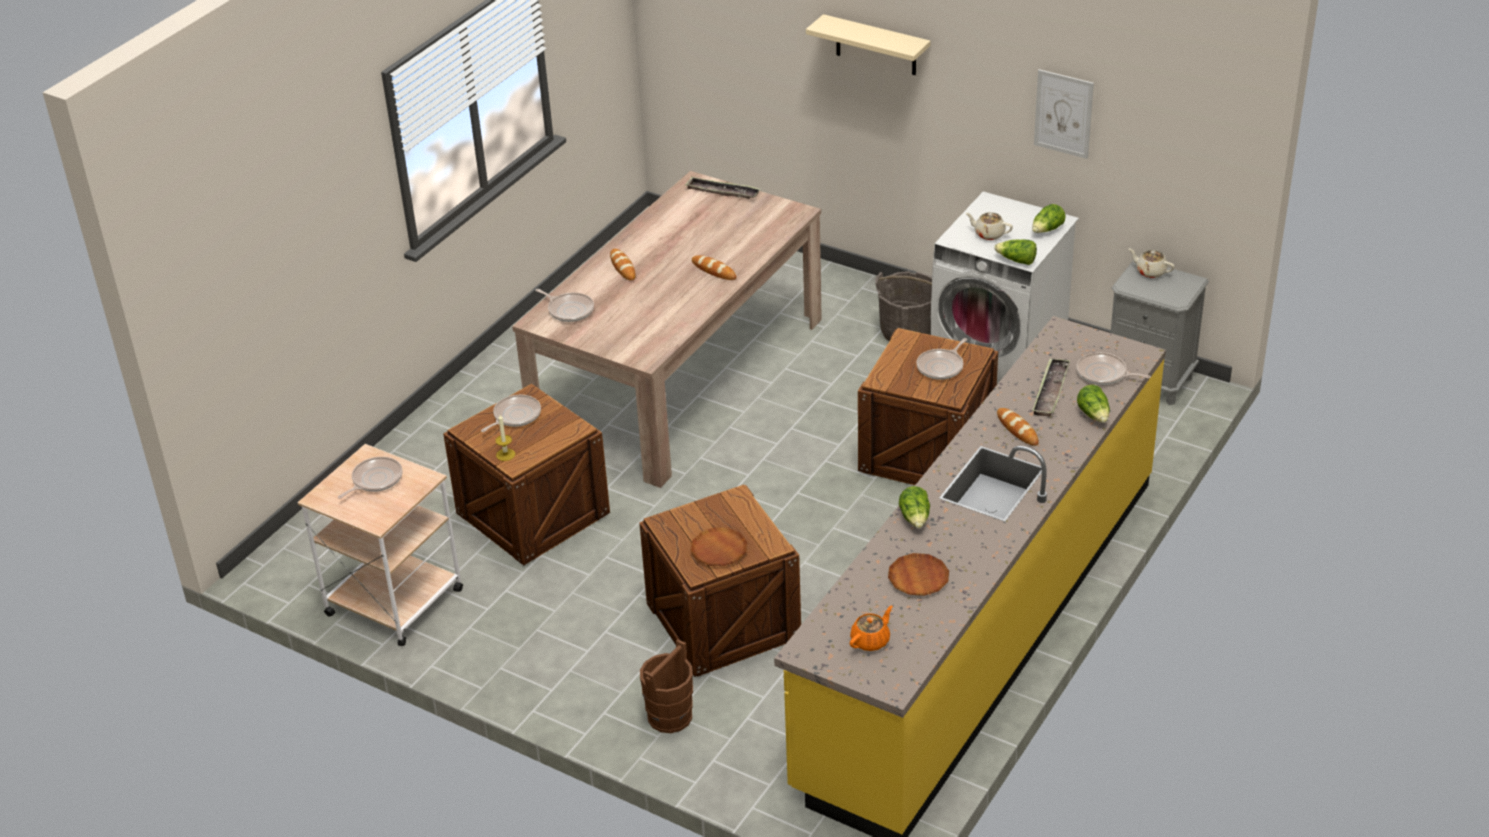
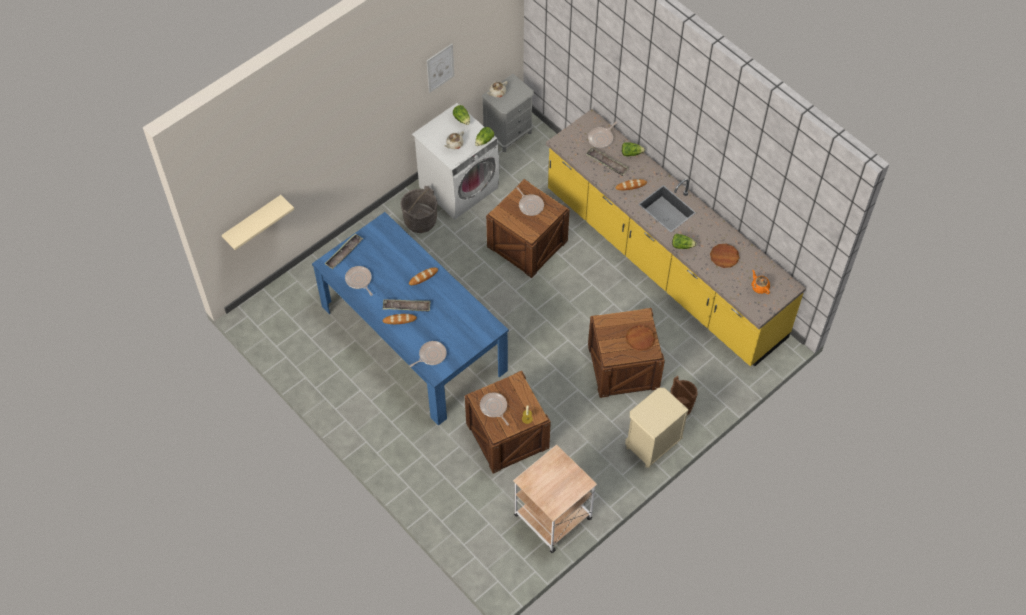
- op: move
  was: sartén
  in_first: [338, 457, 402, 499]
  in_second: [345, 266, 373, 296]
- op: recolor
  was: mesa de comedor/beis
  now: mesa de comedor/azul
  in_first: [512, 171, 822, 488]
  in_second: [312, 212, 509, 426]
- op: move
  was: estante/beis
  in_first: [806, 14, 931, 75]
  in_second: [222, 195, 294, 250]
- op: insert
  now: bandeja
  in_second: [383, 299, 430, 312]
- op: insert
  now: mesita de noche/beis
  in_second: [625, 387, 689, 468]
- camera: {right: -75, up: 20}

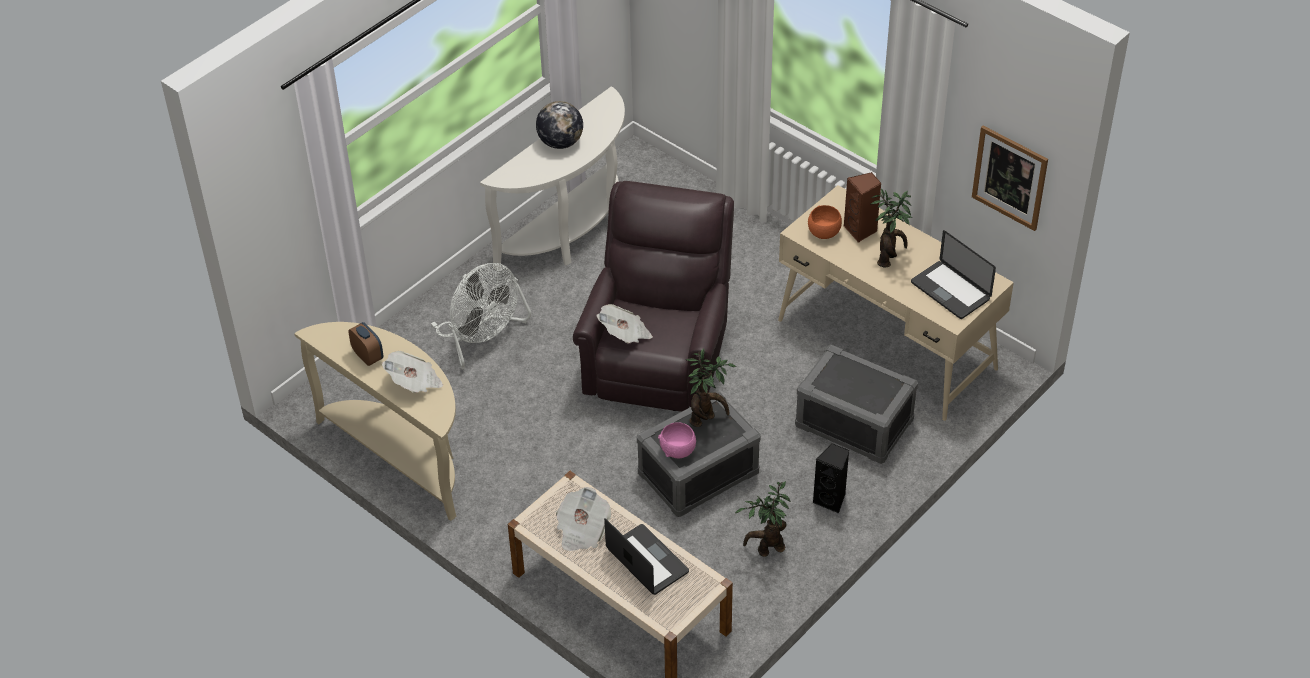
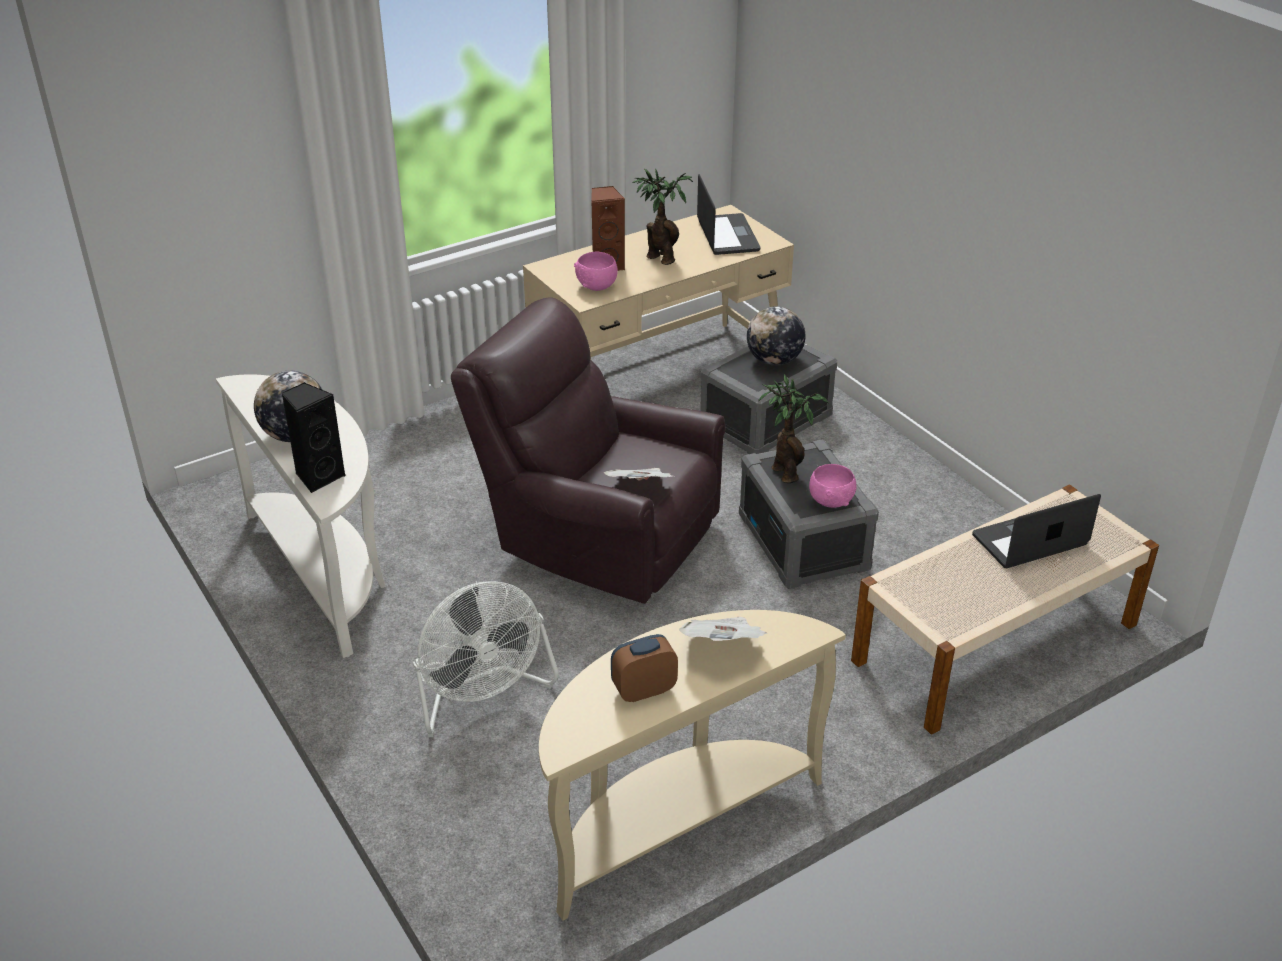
- op: rotate
  was: ventilador/blanco
  in_first: [431, 263, 531, 369]
  in_second: [413, 581, 559, 737]
  clockwise: 90
- op: delete
  was: periódico
  in_first: [556, 487, 611, 551]
- op: delete
  was: planta en maceta
  in_first: [735, 481, 791, 557]
- op: recolor
  was: cuenco/naranja
  now: cuenco/rosa
  in_first: [808, 205, 842, 239]
  in_second: [574, 252, 618, 291]
- op: move
  was: altavoz/negro
  in_first: [813, 443, 849, 513]
  in_second: [282, 382, 345, 493]
- op: rotate
  was: portátil
  in_first: [911, 230, 996, 319]
  in_second: [697, 174, 760, 255]
  clockwise: -75
- op: delete
  was: cuadro
  in_first: [972, 126, 1048, 231]
- op: insert
  now: globo terráqueo
  in_second: [747, 306, 806, 366]
- camera: {right: -75, up: -10}

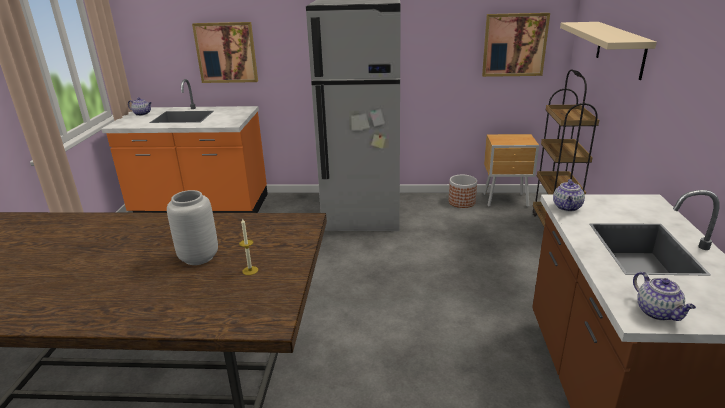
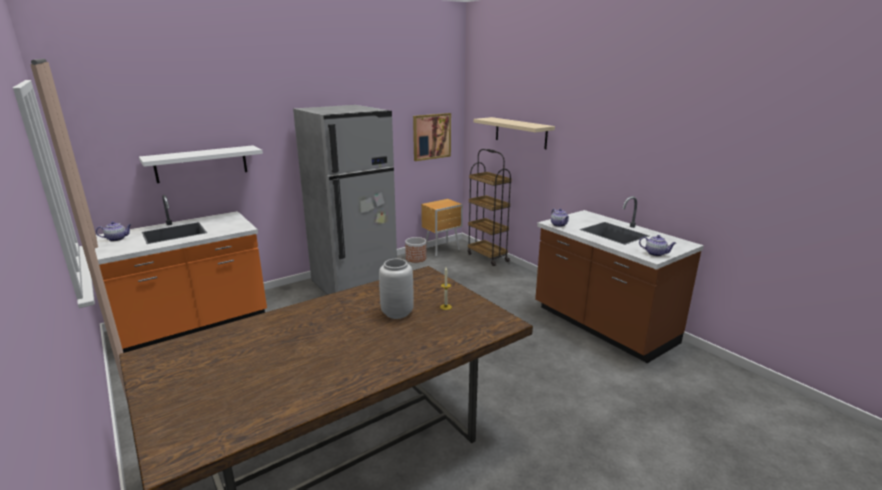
- op: replace
  was: cuadro
  now: estante/blanco
  in_first: [192, 22, 258, 83]
  in_second: [139, 145, 263, 183]
- camera: {right: -40, up: -5}

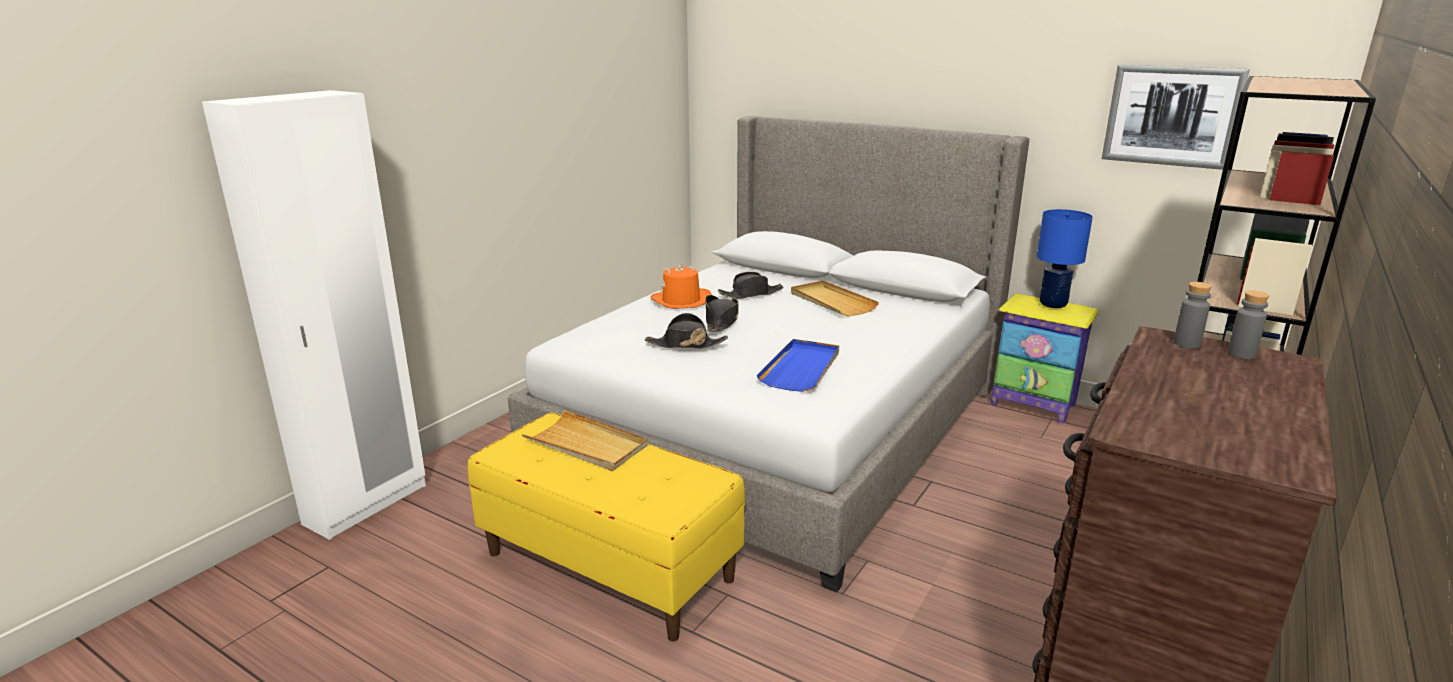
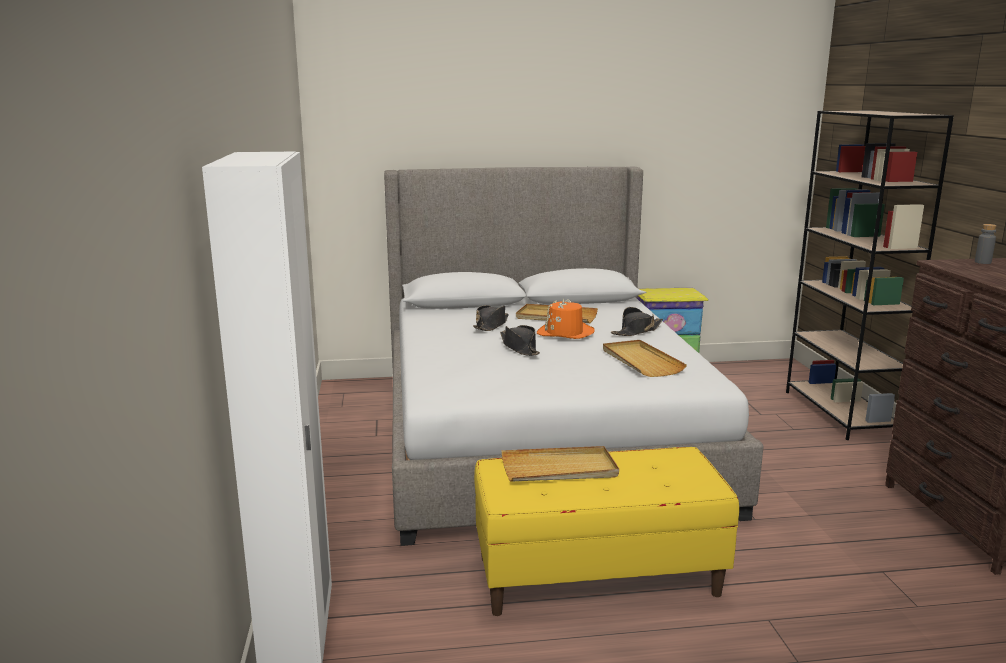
- op: move
  was: sombrero/negro
  in_first: [645, 313, 728, 349]
  in_second: [611, 307, 663, 336]
- op: move
  was: sombrero/naranja
  in_first: [650, 264, 712, 309]
  in_second: [537, 299, 595, 339]
- op: recolor
  was: bandeja/azul
  now: bandeja/beis
  in_first: [757, 339, 839, 392]
  in_second: [603, 340, 687, 377]
- op: delete
  was: lámpara de mesa/azul
  in_first: [1037, 209, 1093, 308]
- op: delete
  was: cuadro
  in_first: [1102, 65, 1250, 170]
- op: delete
  was: botella/gris
  in_first: [1174, 282, 1212, 348]
- camera: {right: -40, up: -5}

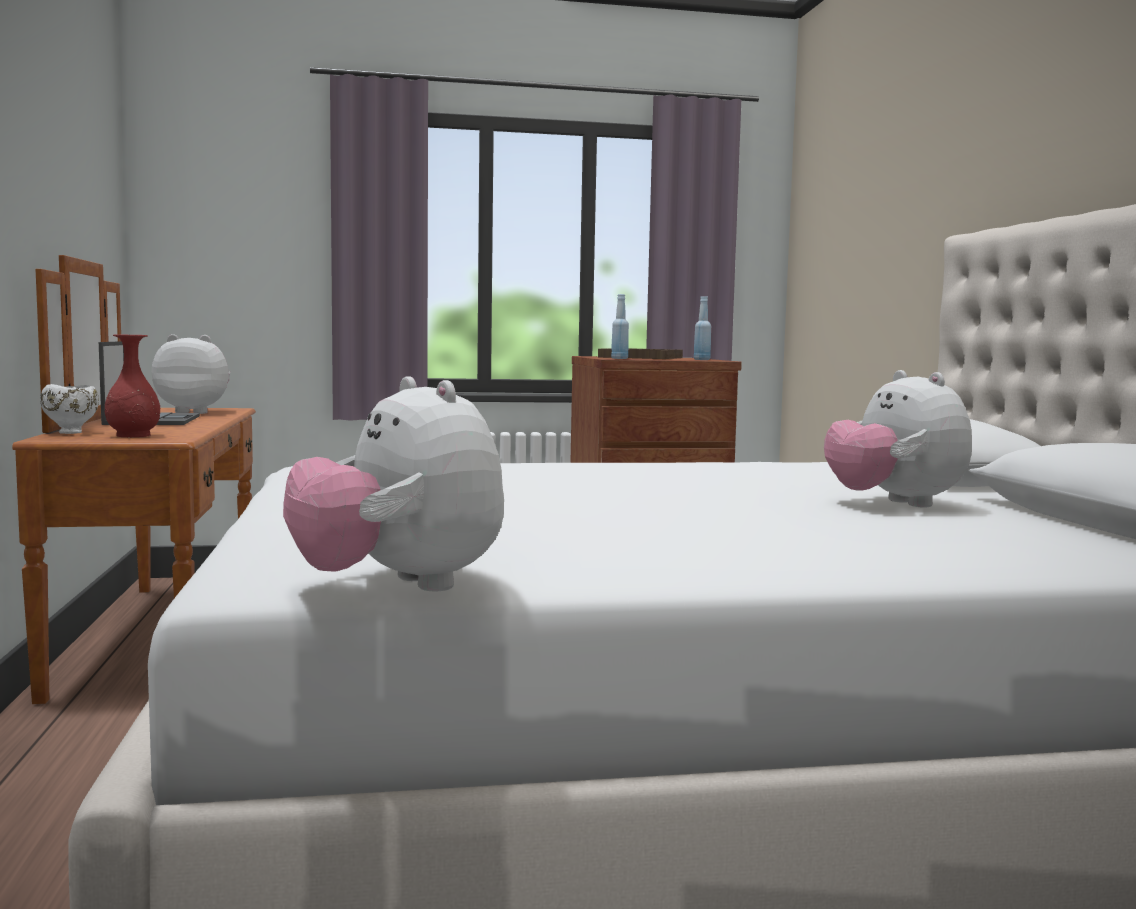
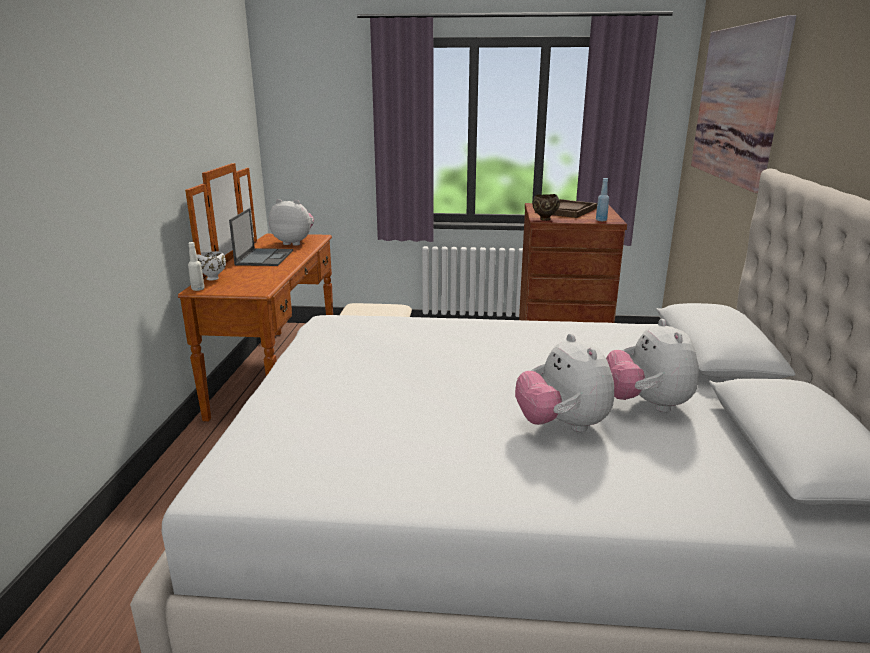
- op: delete
  was: florero/rojo
  in_first: [105, 334, 160, 437]
- op: move
  was: peluche
  in_first: [283, 376, 504, 591]
  in_second: [515, 334, 614, 432]
- op: replace
  was: botella/azul
  now: cuenco/marrón
  in_first: [611, 294, 629, 359]
  in_second: [533, 194, 560, 221]
- op: insert
  now: botella/blanco
  in_second: [188, 242, 205, 291]
- op: insert
  now: cuadro
  in_second: [691, 15, 796, 193]
- camera: {right: 15, up: 15}

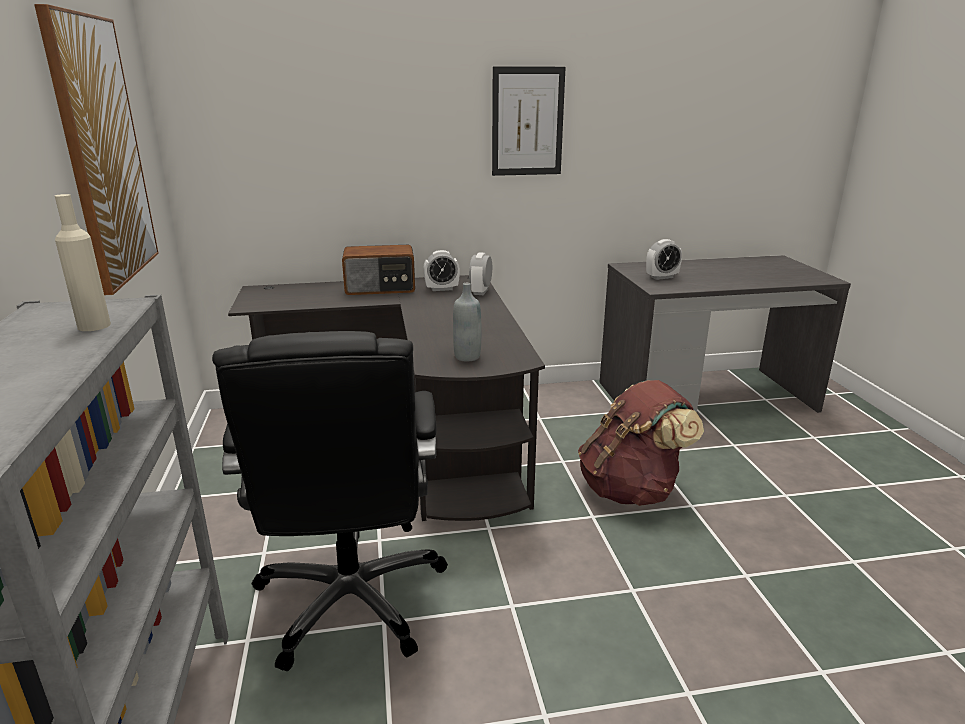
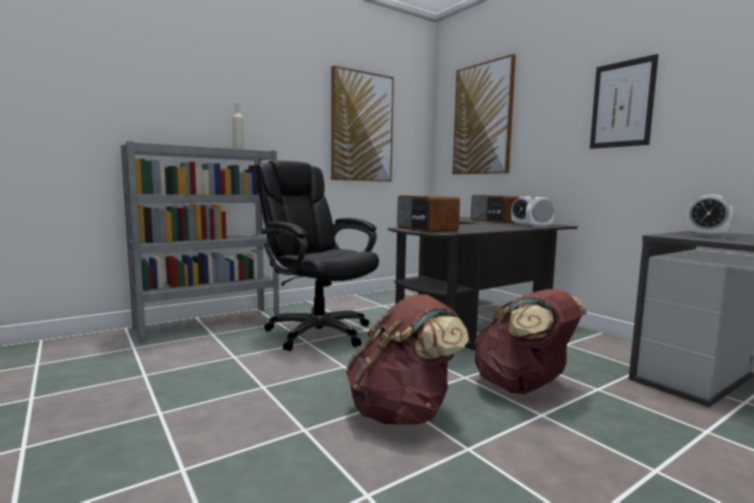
- op: rotate
  was: silla de oficina/negro
  in_first: [212, 331, 448, 671]
  in_second: [256, 160, 379, 351]
  clockwise: 75
- op: replace
  was: botella/gris
  now: radio
  in_first: [453, 283, 481, 361]
  in_second: [397, 195, 460, 232]
- op: insert
  now: mochila/marrón
  in_second: [346, 294, 469, 425]
- op: insert
  now: cuadro
  in_second: [452, 54, 516, 175]
- camera: {right: 65, up: -15}

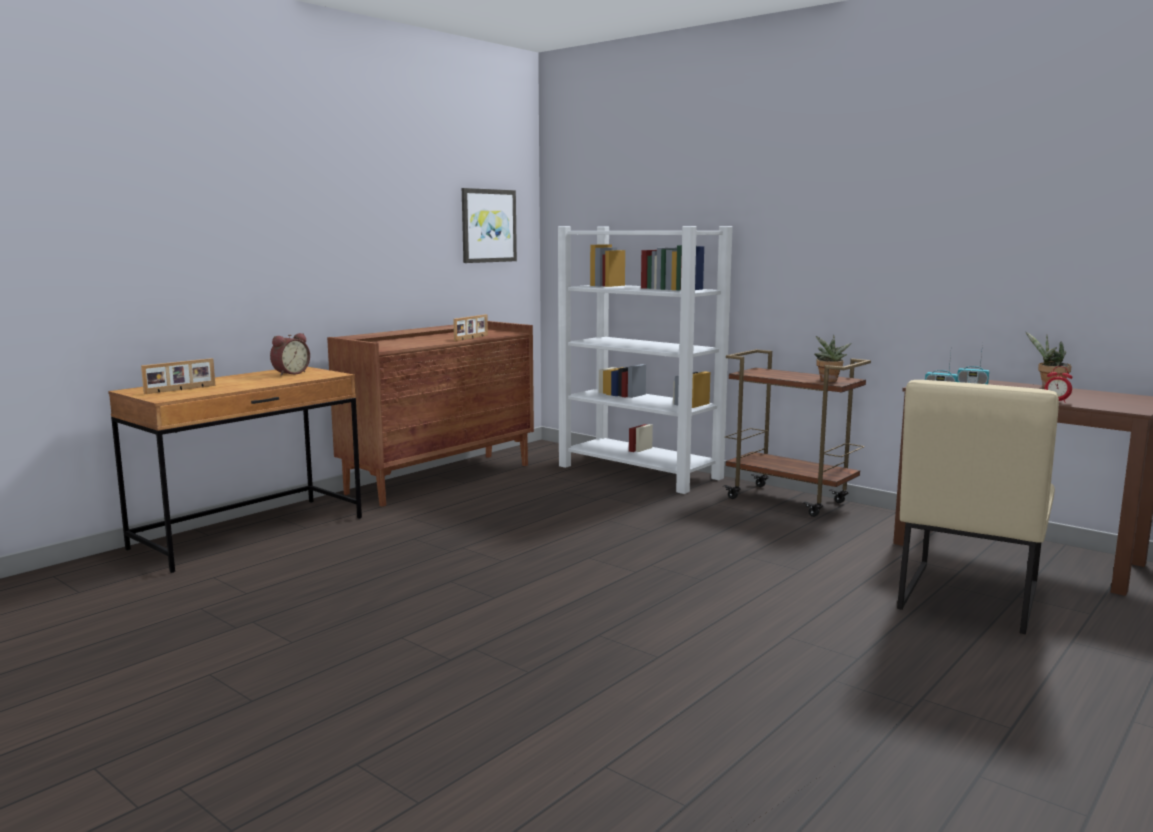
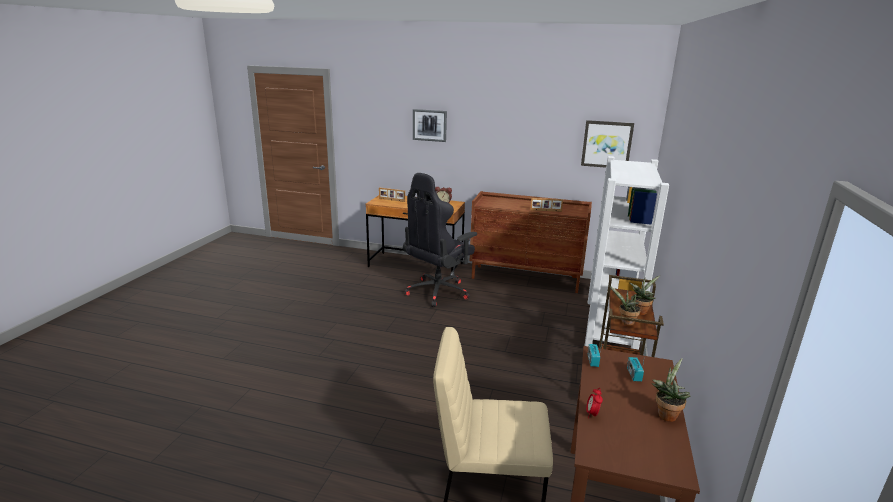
- op: insert
  now: silla de oficina/negro
  in_second: [403, 173, 477, 307]
- op: insert
  now: cuadro
  in_second: [413, 109, 447, 142]
- op: insert
  now: planta en maceta
  in_second: [630, 275, 660, 315]
- camera: {right: 65, up: 10}

